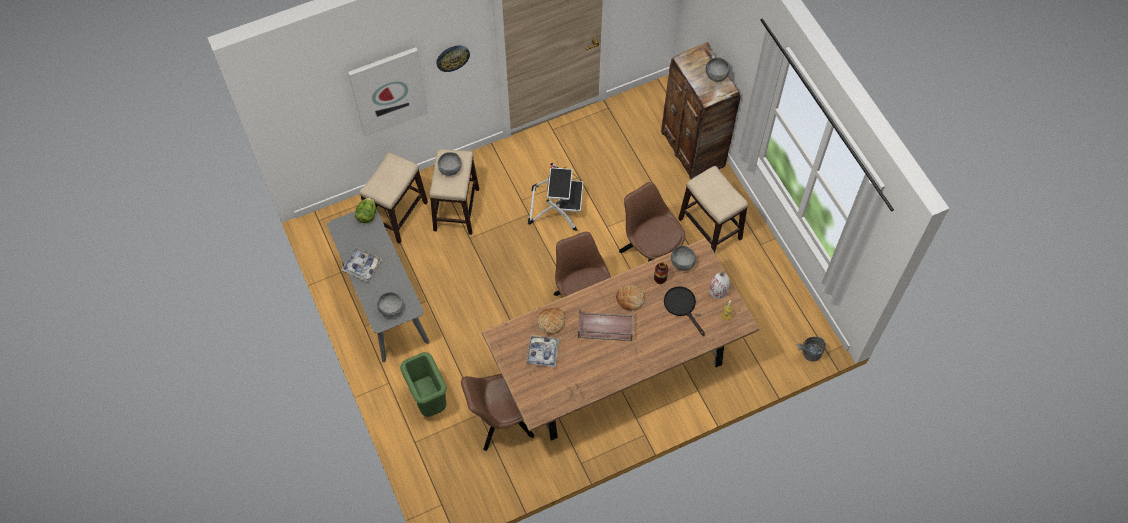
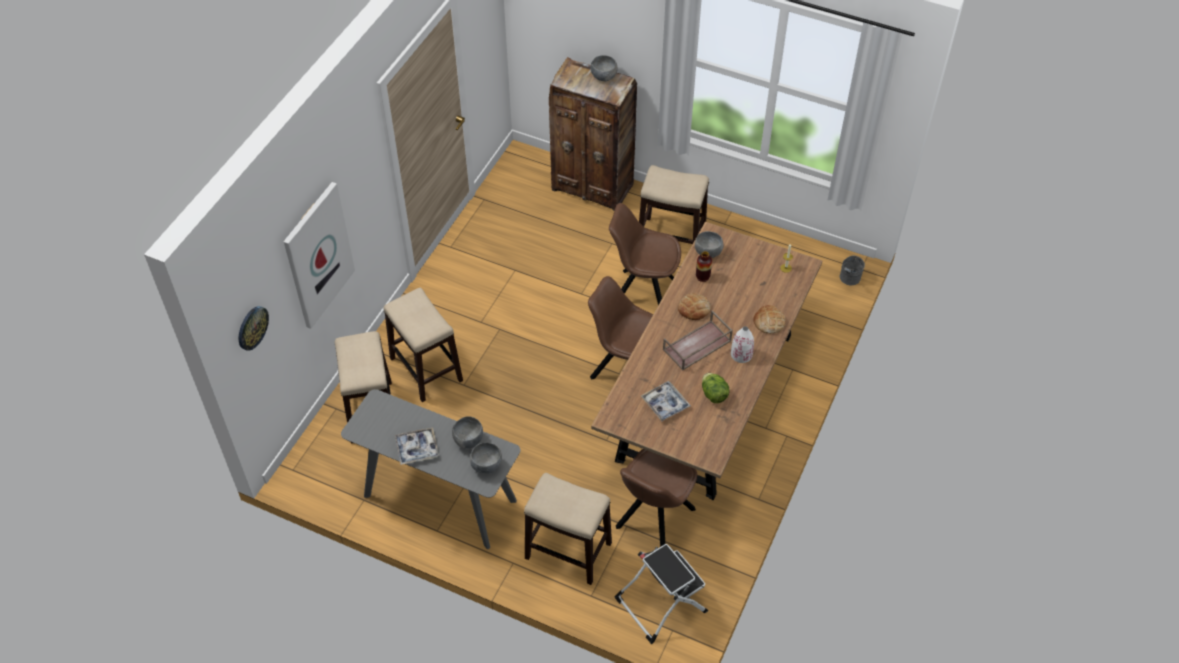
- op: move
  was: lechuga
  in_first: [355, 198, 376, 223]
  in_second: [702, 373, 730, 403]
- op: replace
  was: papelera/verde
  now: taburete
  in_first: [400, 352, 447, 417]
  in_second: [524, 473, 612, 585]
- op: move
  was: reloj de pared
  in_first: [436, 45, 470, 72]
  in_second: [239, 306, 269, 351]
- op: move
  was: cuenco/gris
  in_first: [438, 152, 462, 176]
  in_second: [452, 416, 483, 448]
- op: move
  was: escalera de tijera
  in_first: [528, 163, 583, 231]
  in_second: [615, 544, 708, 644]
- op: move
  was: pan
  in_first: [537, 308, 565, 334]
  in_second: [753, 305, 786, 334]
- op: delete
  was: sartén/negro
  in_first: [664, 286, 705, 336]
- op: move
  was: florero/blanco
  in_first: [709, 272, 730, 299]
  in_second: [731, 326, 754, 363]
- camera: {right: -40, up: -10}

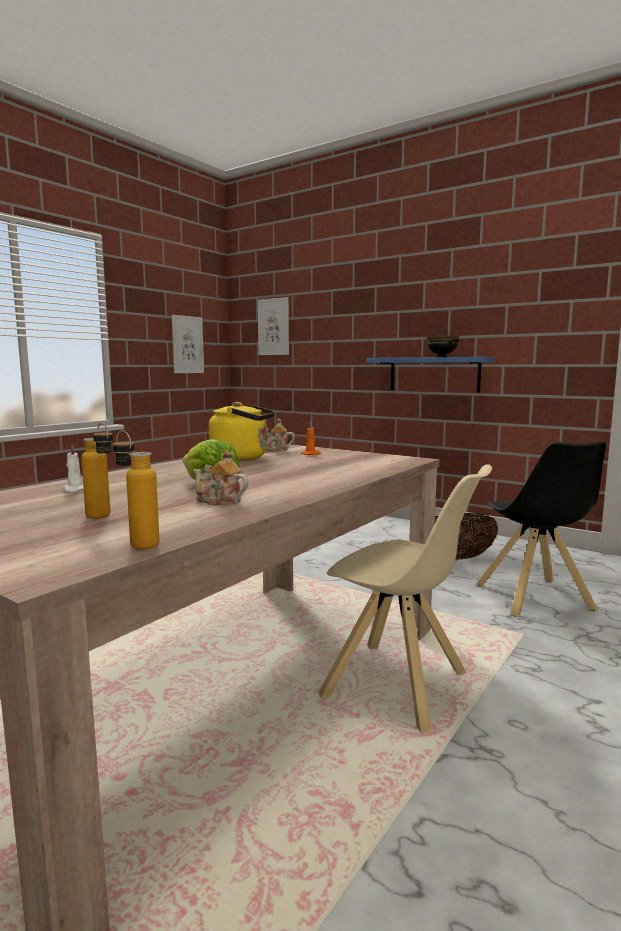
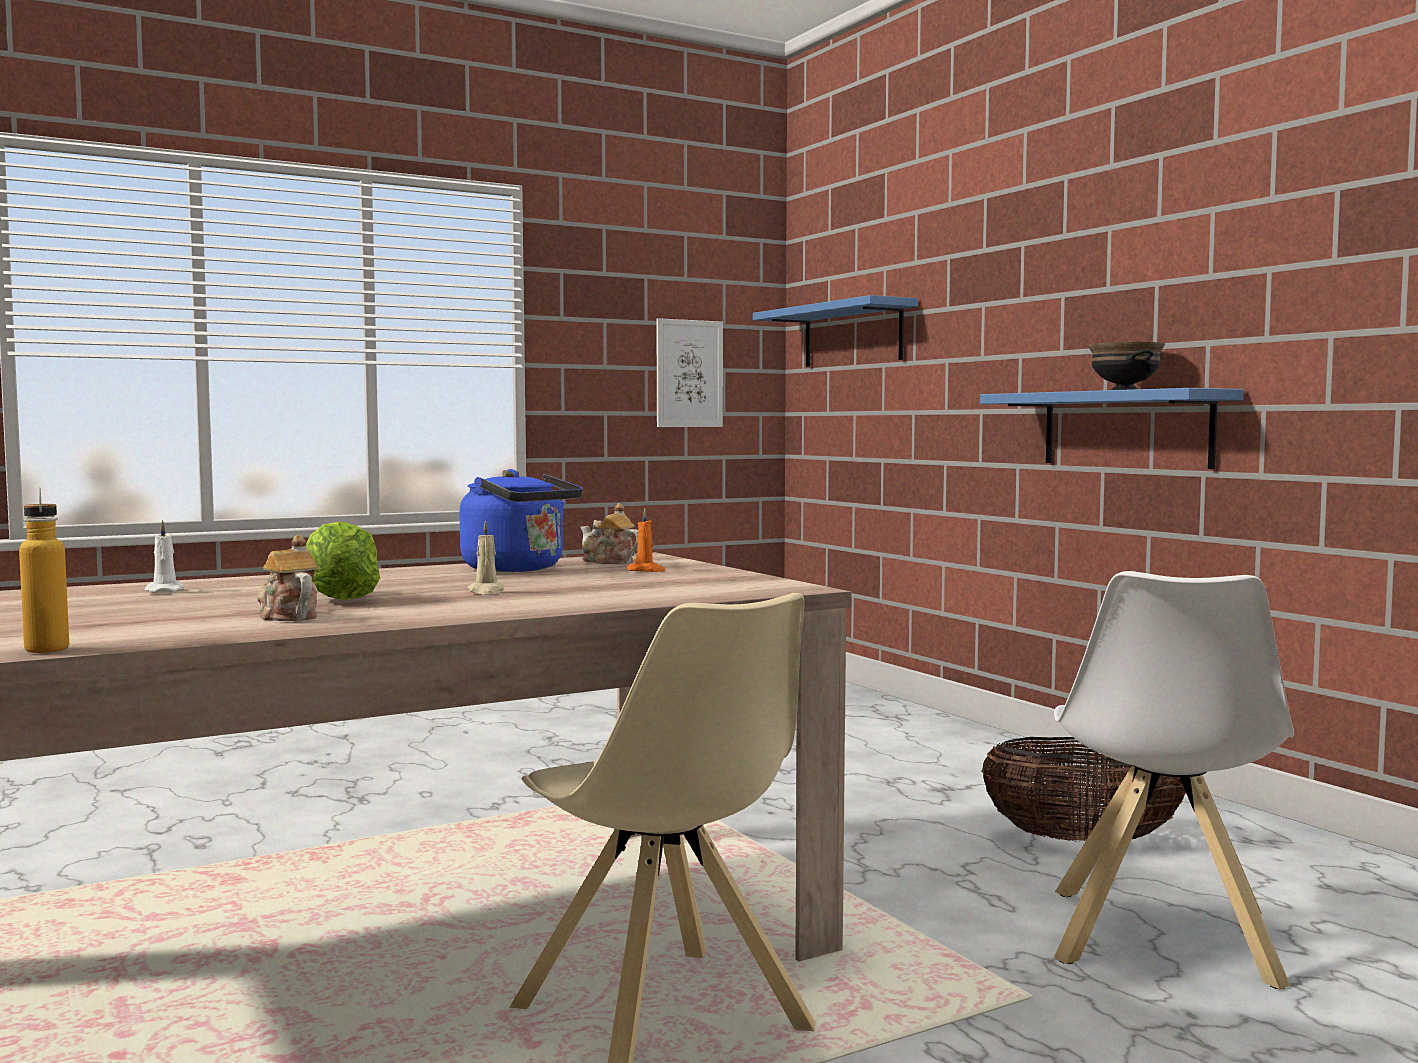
- op: delete
  was: botella
  in_first: [81, 423, 113, 519]
- op: recolor
  was: hervidor/amarillo
  now: hervidor/azul
  in_first: [209, 402, 275, 461]
  in_second: [459, 469, 583, 572]
- op: replace
  was: cuadro
  now: estante/azul
  in_first: [258, 297, 289, 355]
  in_second: [753, 295, 918, 367]
- op: recolor
  was: silla/negro
  now: silla/blanco
  in_first: [475, 441, 606, 617]
  in_second: [1054, 571, 1294, 990]
- op: insert
  now: vela/beis
  in_second: [468, 520, 504, 595]
- camera: {right: 25, up: -5}

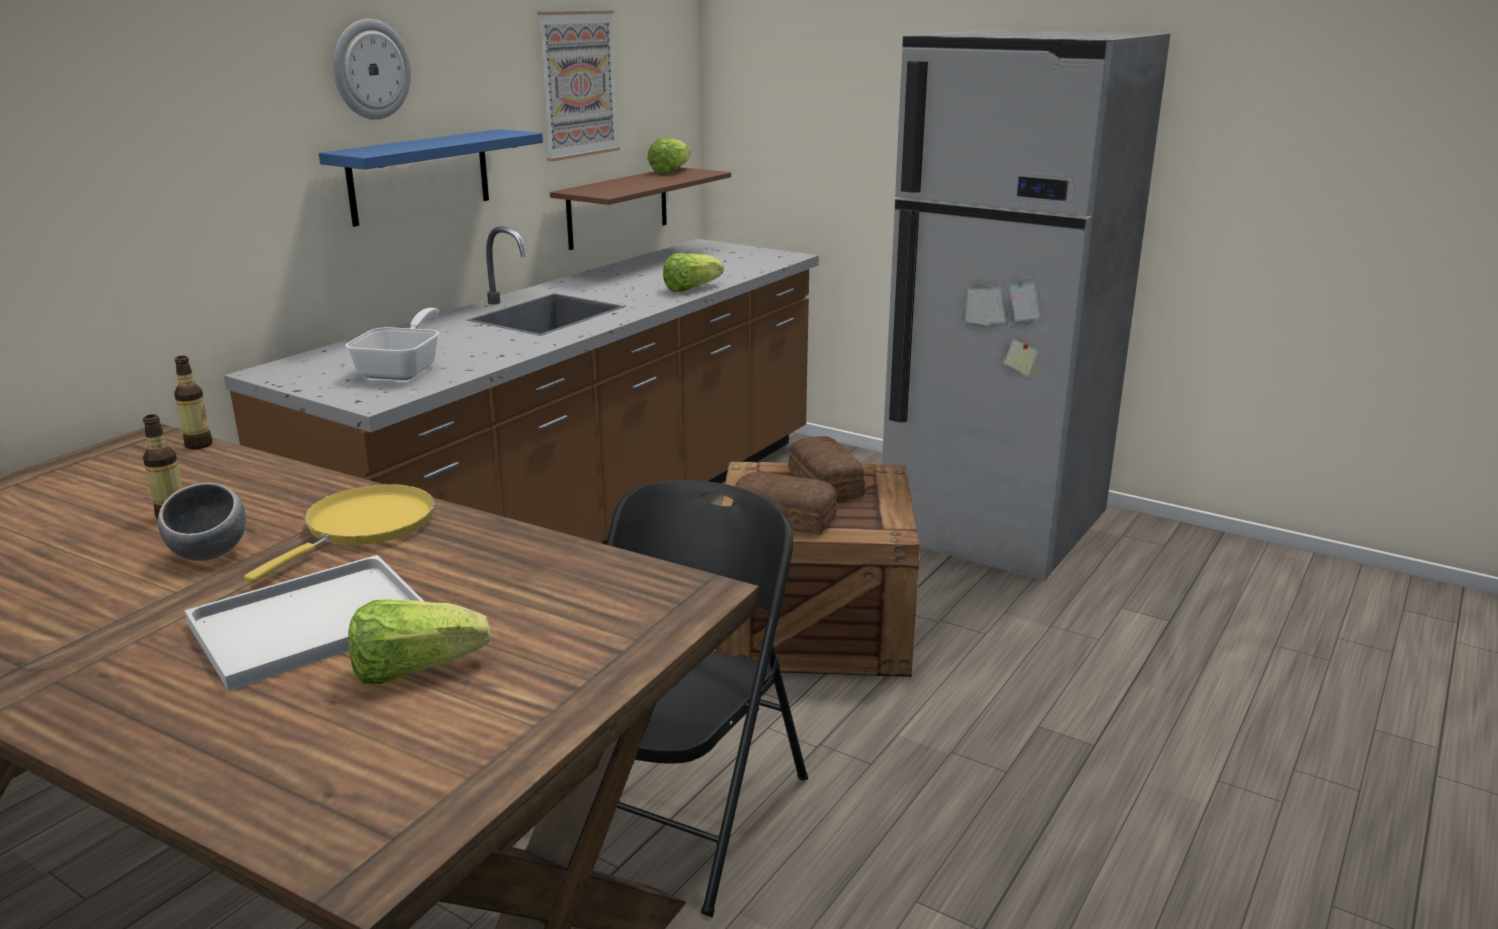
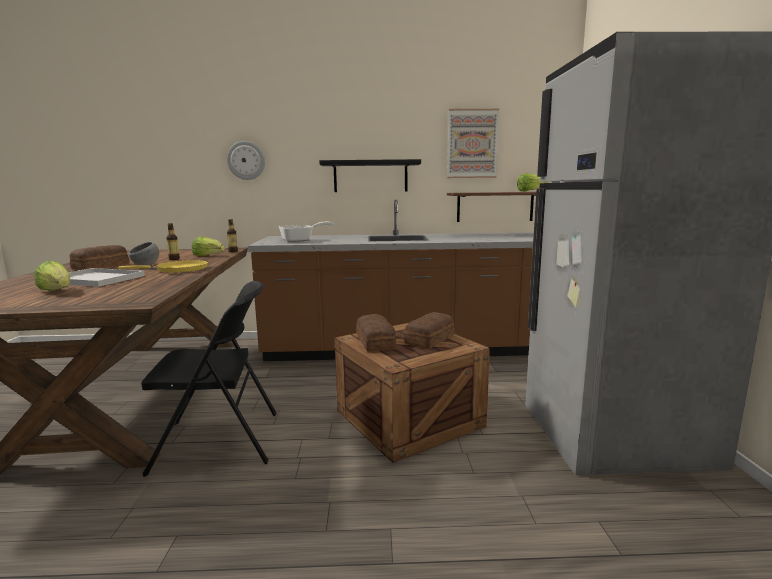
- op: recolor
  was: estante/azul
  now: estante/negro
  in_first: [319, 129, 543, 227]
  in_second: [319, 159, 421, 192]
- op: move
  was: reloj de pared
  in_first: [333, 19, 411, 120]
  in_second: [227, 141, 265, 180]
- op: move
  was: lechuga
  in_first: [663, 253, 724, 292]
  in_second: [192, 236, 225, 256]
- op: insert
  now: pan
  in_second: [69, 245, 129, 270]
- camera: {right: 55, up: -10}

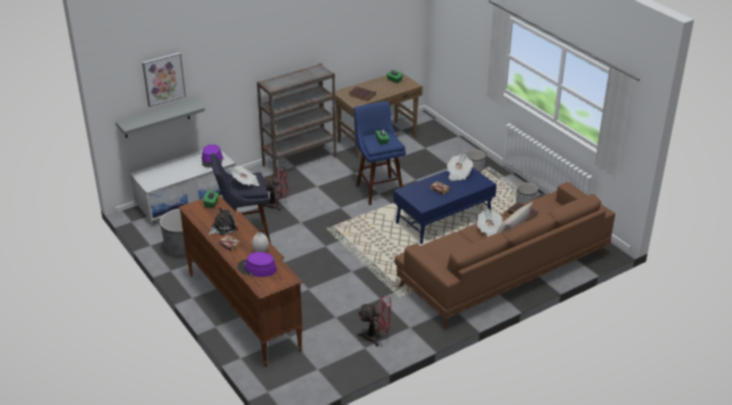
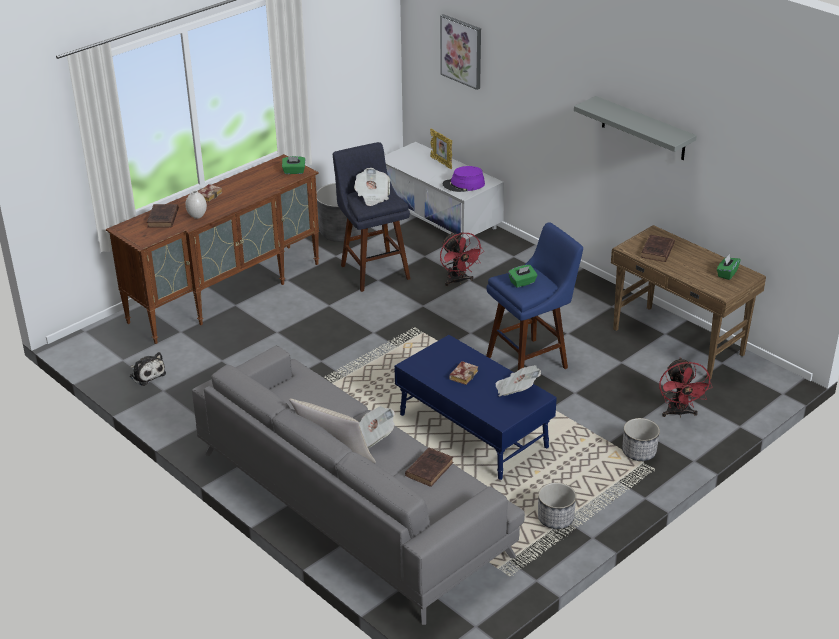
- op: move
  was: estante/gris
  in_first: [115, 99, 205, 138]
  in_second: [574, 96, 697, 160]
- op: move
  was: peluche
  in_first: [208, 207, 238, 235]
  in_second: [130, 352, 166, 386]
- op: replace
  was: sombrero/morado
  now: libro/marrón
  in_first: [238, 252, 277, 277]
  in_second: [147, 204, 179, 227]
- op: delete
  was: estantería/gris
  in_first: [257, 63, 337, 178]
- op: move
  was: ventilador/rojo
  in_first: [357, 296, 391, 346]
  in_second: [659, 357, 712, 418]
- op: recolor
  was: sofá/marrón
  now: sofá/gris
  in_first: [395, 182, 615, 329]
  in_second: [192, 346, 525, 625]
- op: insert
  now: portarretratos
  in_second: [430, 129, 452, 169]
- camera: {right: 80, up: 0}

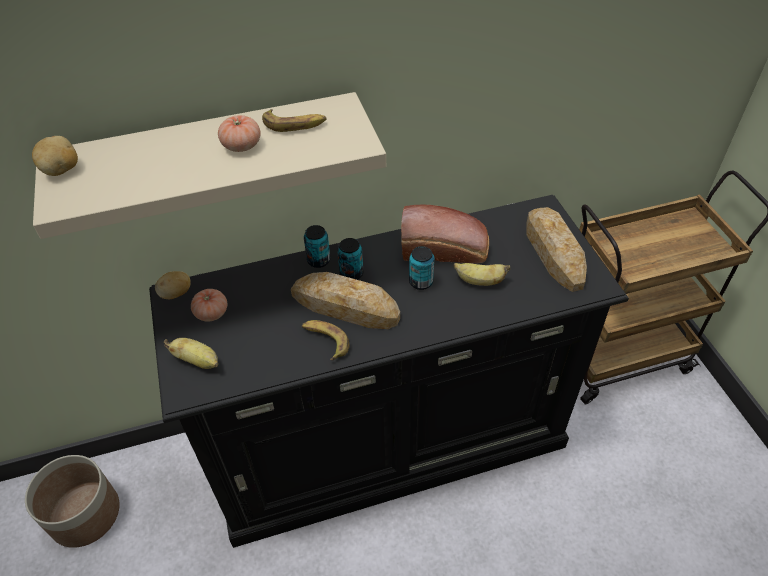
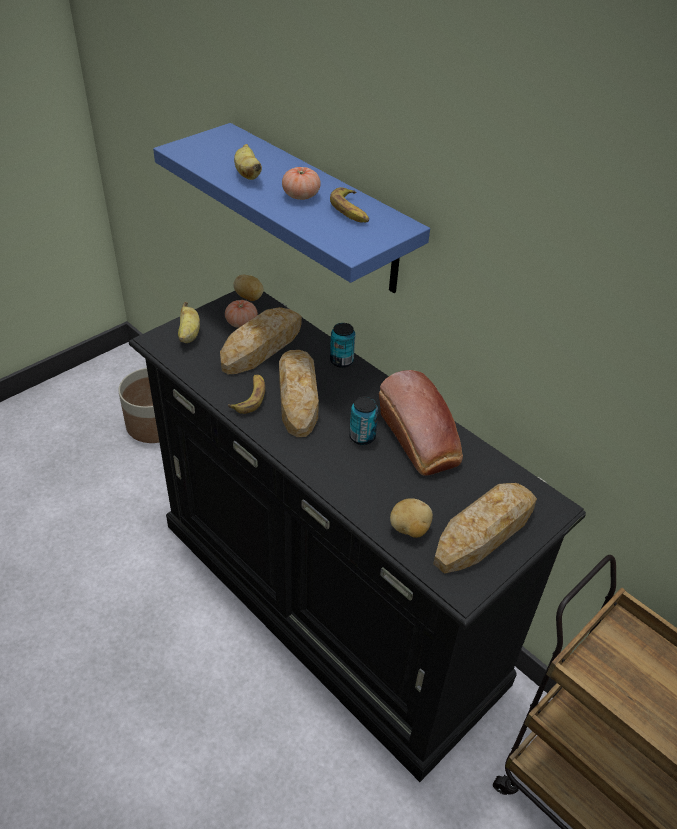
- op: move
  was: patata
  in_first: [32, 136, 78, 176]
  in_second: [390, 498, 433, 538]
- op: recolor
  was: estante/beis
  now: estante/azul
  in_first: [33, 92, 386, 239]
  in_second: [153, 123, 430, 293]
- op: delete
  was: lata
  in_first: [337, 238, 363, 280]
- op: move
  was: plátano
  in_first: [454, 263, 510, 286]
  in_second: [234, 144, 262, 180]
- op: insert
  now: pan
  in_second: [220, 307, 302, 374]
- camera: {right: 60, up: -5}

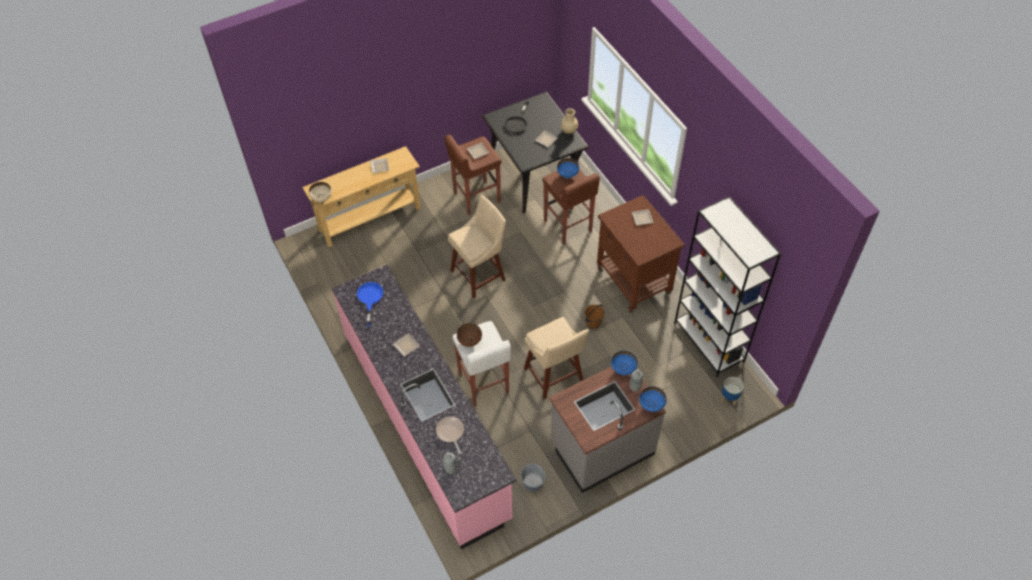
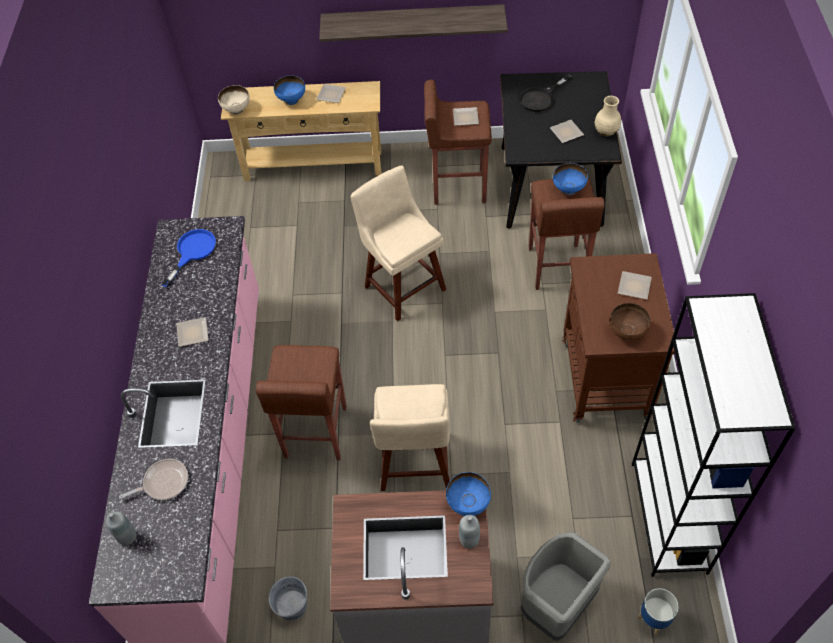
- op: rotate
  was: sartén
  in_first: [436, 416, 464, 454]
  in_second: [119, 459, 188, 500]
  clockwise: 60
- op: rotate
  was: silla/beis
  in_first: [448, 195, 506, 298]
  in_second: [351, 166, 446, 321]
  clockwise: -120
- op: recolor
  was: taburete/blanco
  now: taburete/marrón
  in_first: [452, 321, 511, 407]
  in_second: [256, 345, 347, 461]
- op: move
  was: cuenco/marrón
  in_first: [457, 323, 482, 347]
  in_second: [609, 303, 651, 340]
- op: delete
  was: cubo/marrón
  in_first: [585, 305, 604, 329]
- op: move
  was: cuenco/azul
  in_first: [639, 386, 667, 412]
  in_second: [274, 75, 305, 105]
- op: insert
  now: estante
  in_second: [319, 4, 508, 42]
- op: insert
  now: papelera/gris
  in_second: [521, 532, 611, 641]
- camera: {right: 30, up: 0}

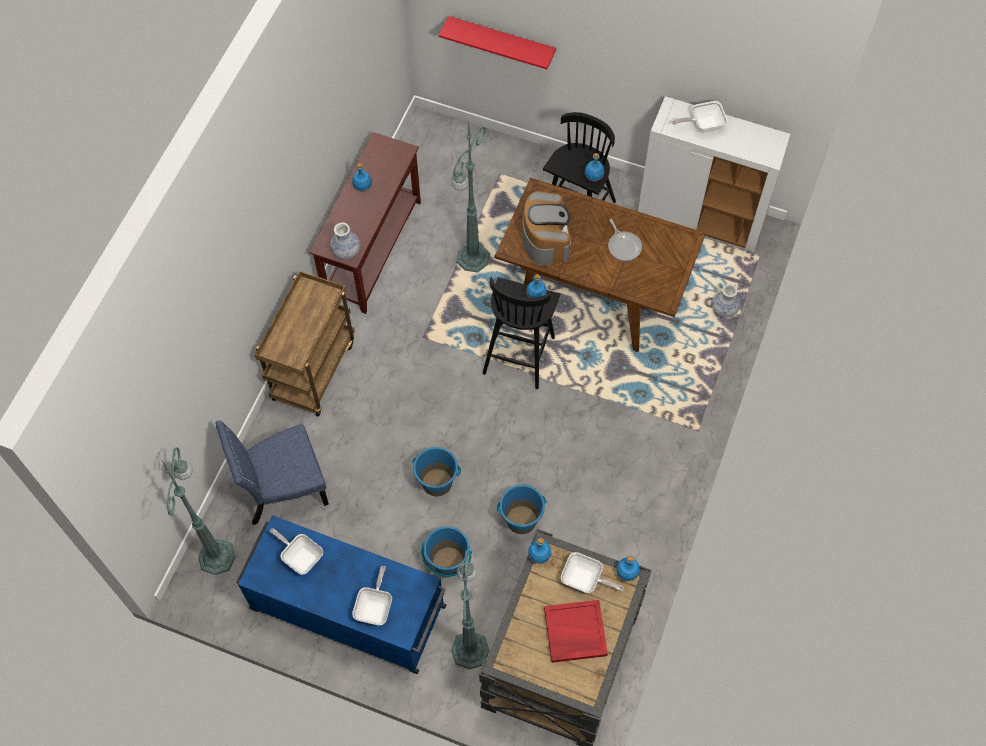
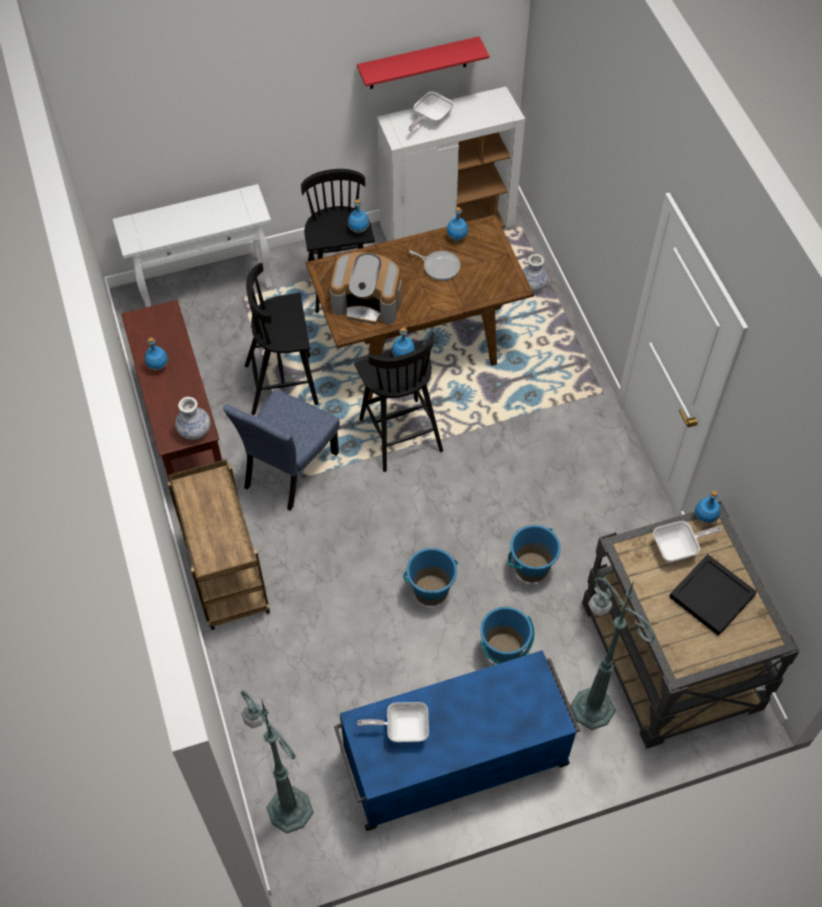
- op: move
  was: silla/azul
  in_first: [216, 420, 329, 525]
  in_second: [223, 389, 340, 511]
- op: delete
  was: sartén
  in_first: [352, 566, 392, 625]
- op: move
  was: estante/rojo
  in_first: [439, 16, 556, 69]
  in_second: [357, 37, 489, 89]
- op: replace
  was: lámpara de pie/verde
  now: taburete/negro
  in_first: [451, 123, 490, 272]
  in_second: [245, 263, 319, 415]
- op: rotate
  was: cafetera
  in_first: [522, 191, 571, 265]
  in_second: [330, 252, 401, 325]
  clockwise: 150
- op: move
  was: botella/azul
  in_first: [528, 538, 551, 564]
  in_second: [447, 207, 468, 242]
- op: recolor
  was: bandeja/rojo
  now: bandeja/negro
  in_first: [544, 600, 608, 663]
  in_second: [669, 554, 757, 636]
- op: insert
  now: mesa consola/blanco
  in_second: [113, 184, 273, 307]
- camera: {right: -40, up: -5}

